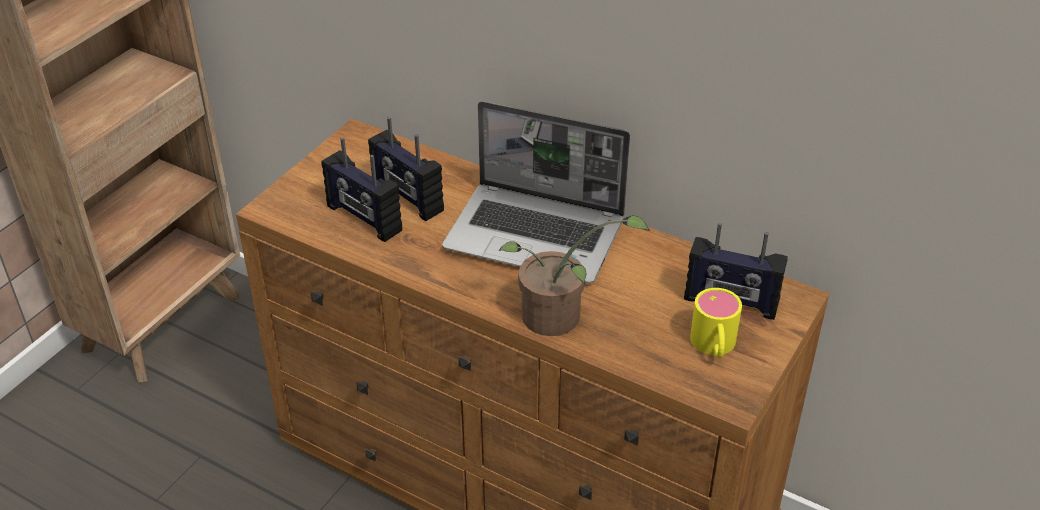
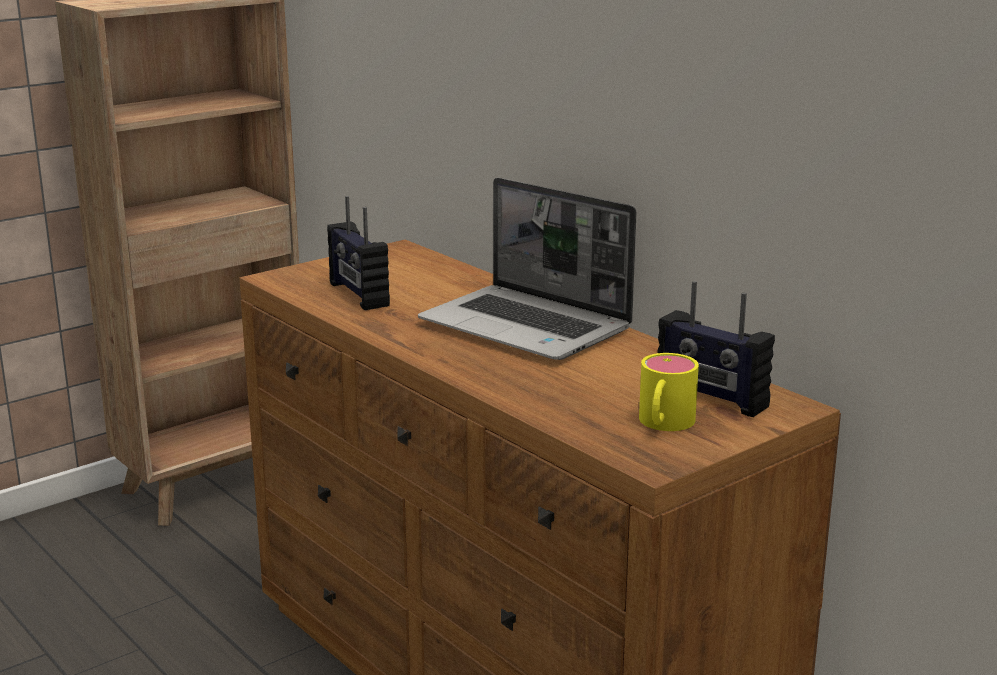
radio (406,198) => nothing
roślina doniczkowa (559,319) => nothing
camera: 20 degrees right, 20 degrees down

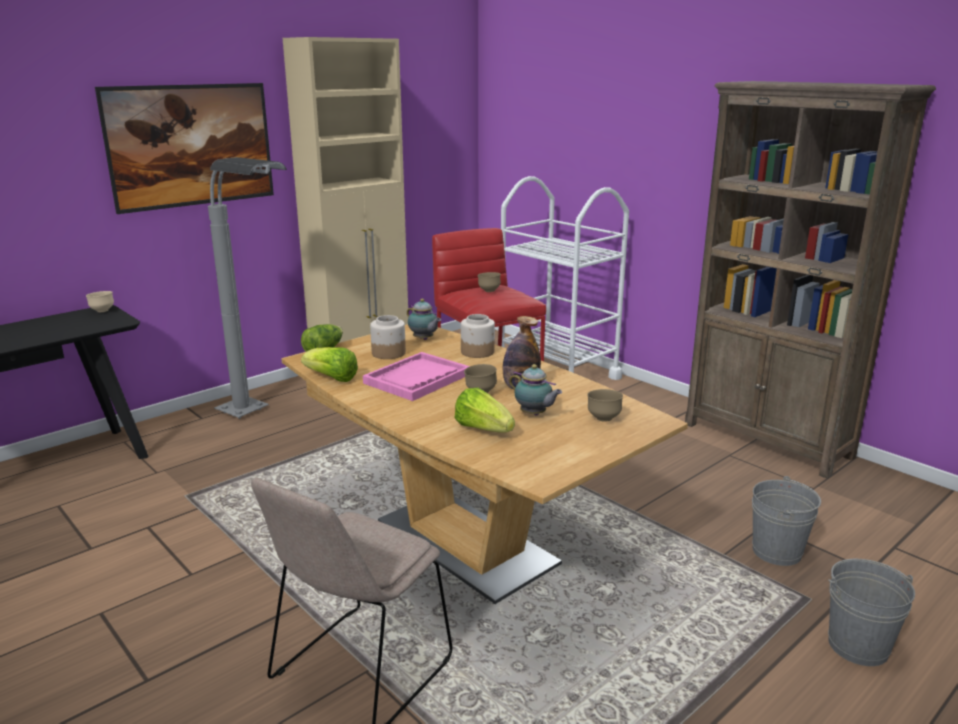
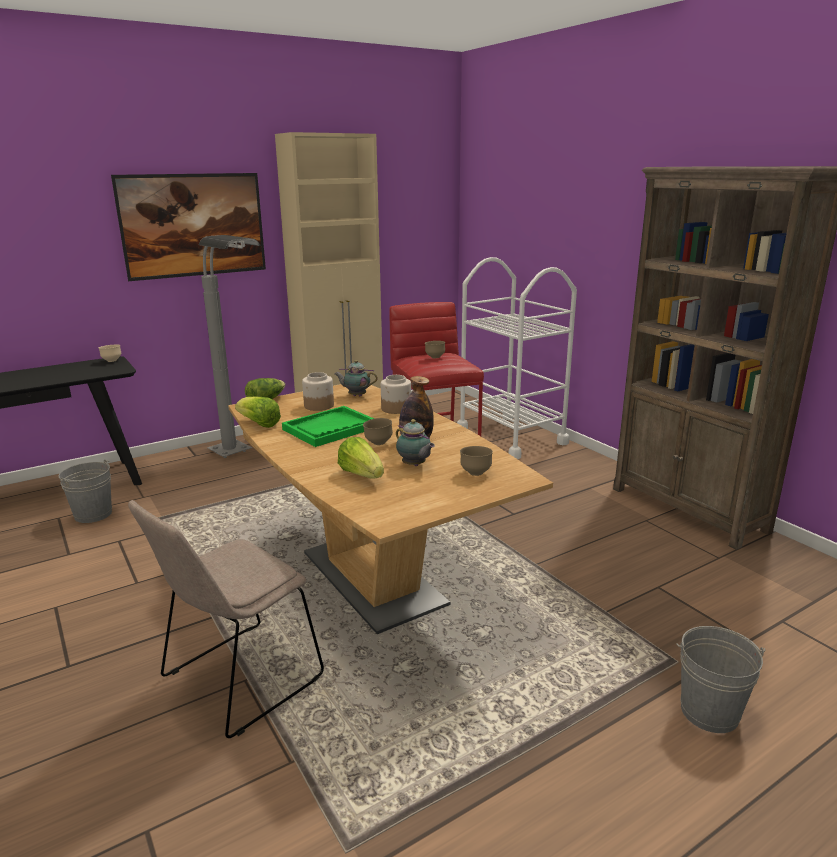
taca [różowy] (417,379) => taca [zielony] (330,428)
imbryk (424,339) => imbryk (356,396), 135 degrees clockwise
wiadro [szary] (776,551) => wiadro [szary] (93,514), relocated
camera: 10 degrees right, 0 degrees up

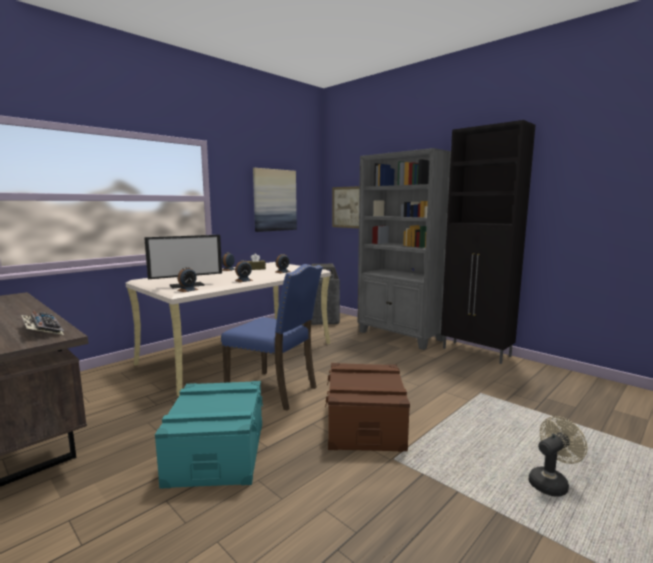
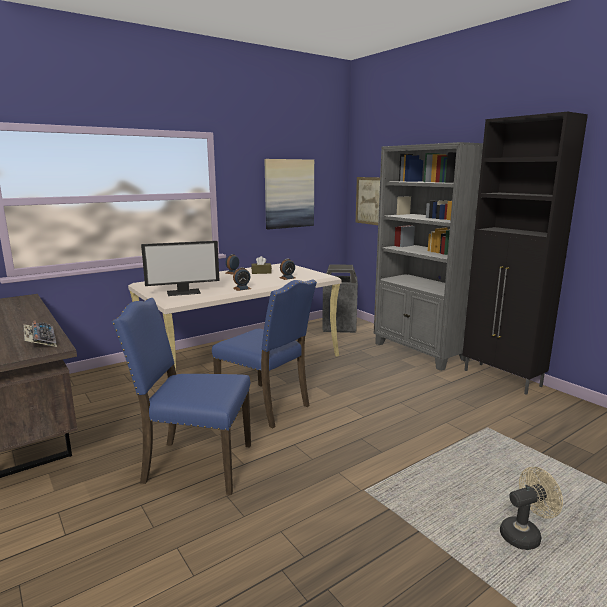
pojemnik do przechowywania [turkusowy] (217,452) => krzesło [niebieski] (195,464)
budzik (187,290) => nothing
pojemnik do przechowywania [brązowy] (365,424) => nothing
camera: 10 degrees right, 5 degrees up

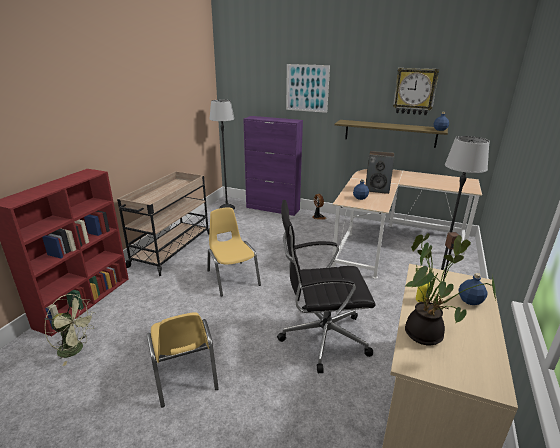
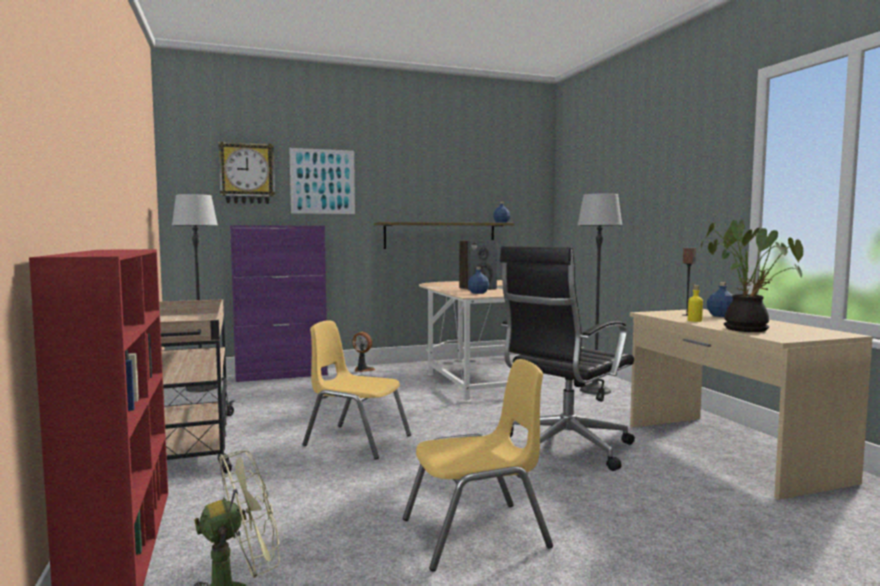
krzesło [żółty] (184,372) => krzesło [żółty] (476,534), 45 degrees counterclockwise
zegar ścienny (415,91) => zegar ścienny (247,173), relocated
camera: 40 degrees left, 20 degrees down

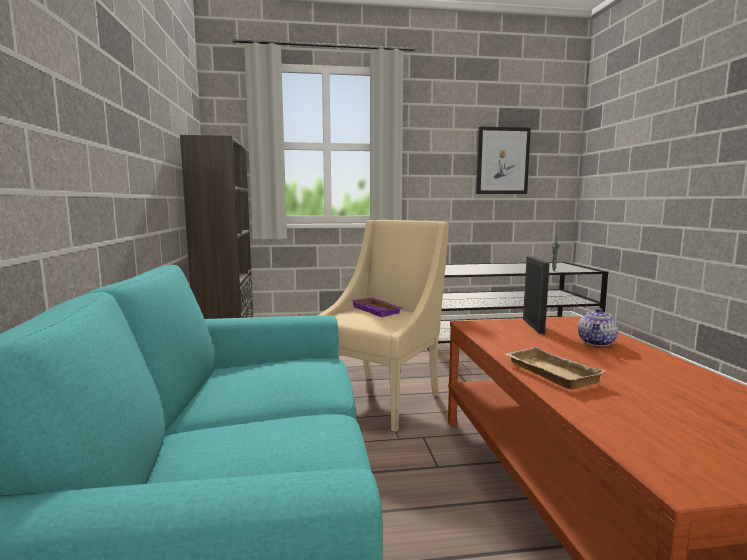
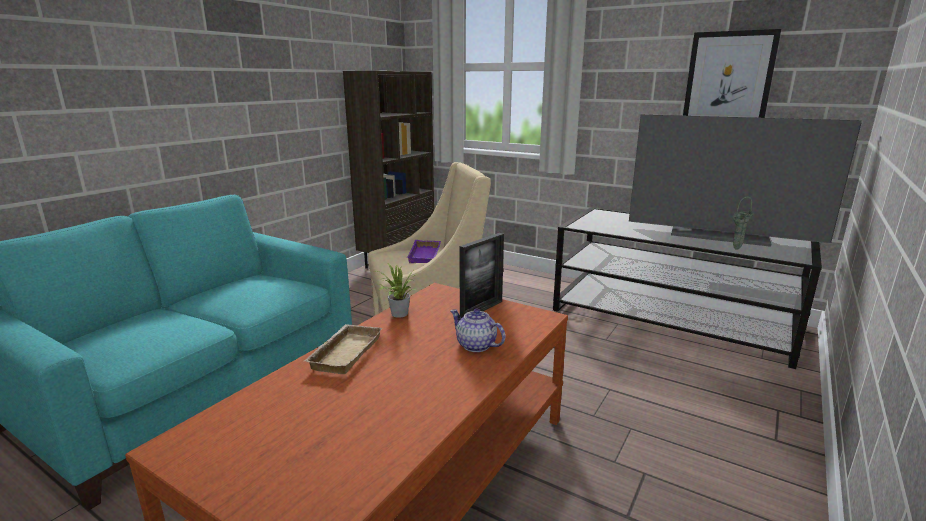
imbryk (597,342) => imbryk (475,345), 60 degrees clockwise
nothing => roślina doniczkowa (397,314)
nothing => telewizor (720,235)
camera: 40 degrees right, 10 degrees up

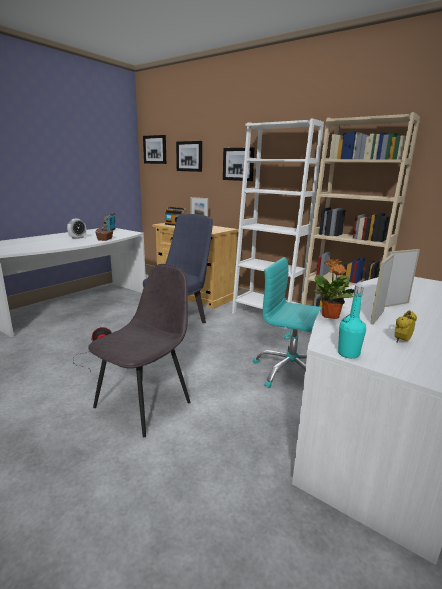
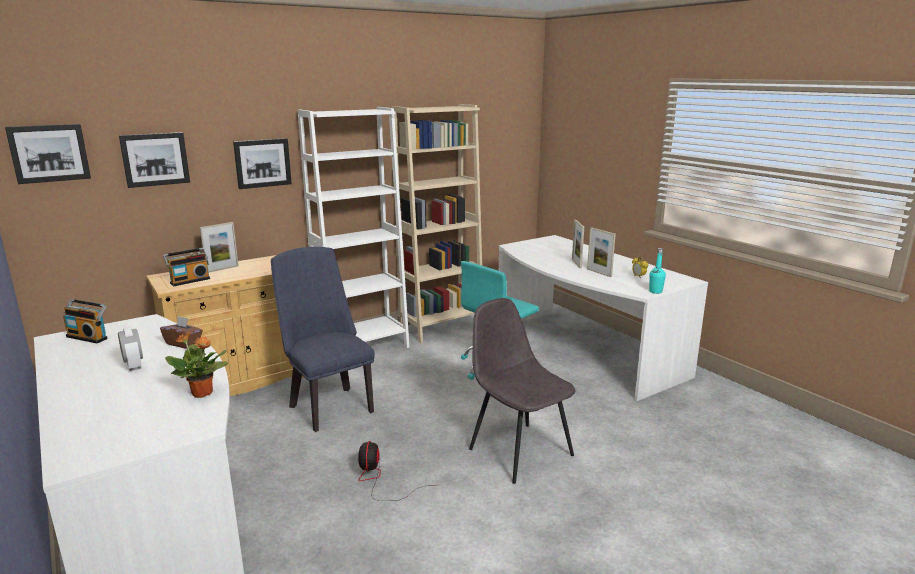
roślina doniczkowa (330,316) => roślina doniczkowa (203,393), relocated
camera: 70 degrees left, 0 degrees up

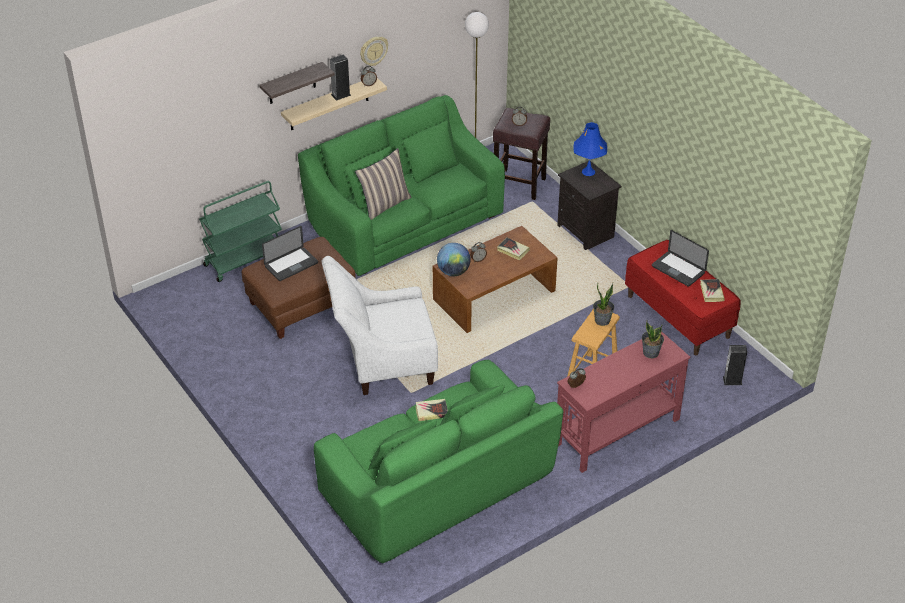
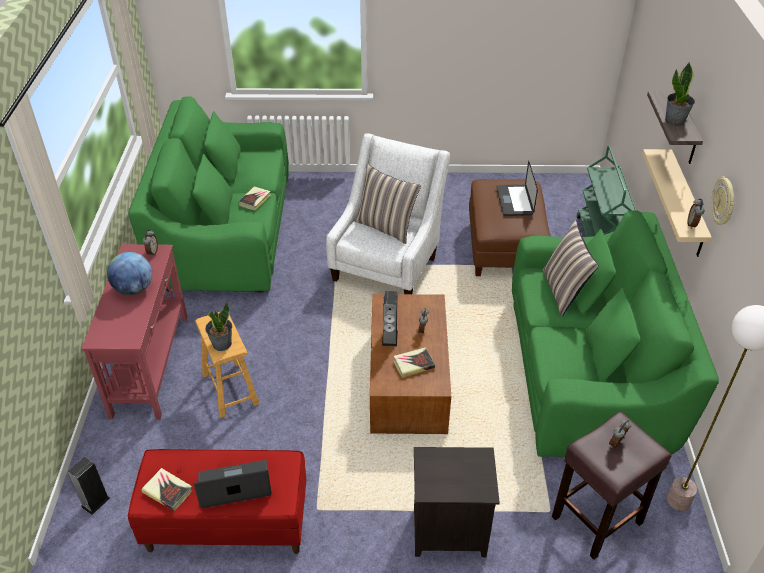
głośnik (341,95) => głośnik (389,338), relocated
globus (453,272) => globus (134,289), relocated
lampa stołowa [niebieski] (588,172) => nothing
roślina doniczkowa (650,352) => roślina doniczkowa (675,121), relocated
nothing => poduszka (386,227)
camera: 125 degrees right, 0 degrees up

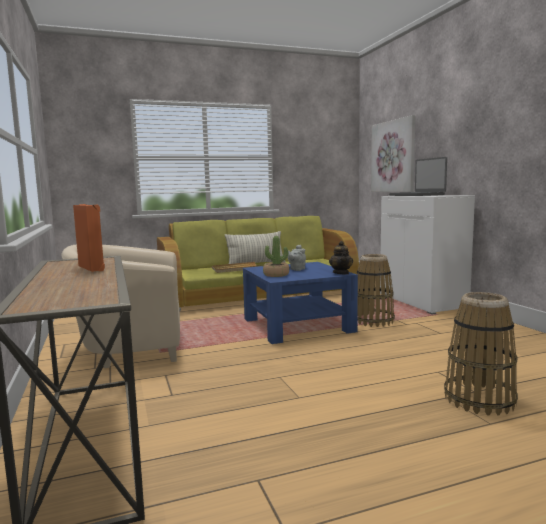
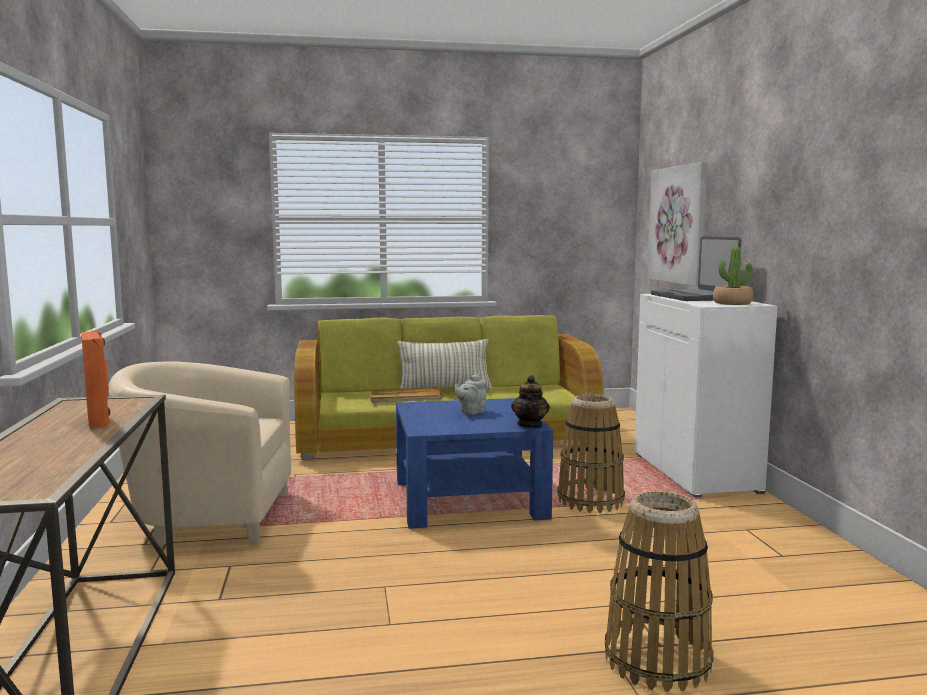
roślina doniczkowa (276,275) => roślina doniczkowa (732,303), relocated
camera: 10 degrees right, 0 degrees up

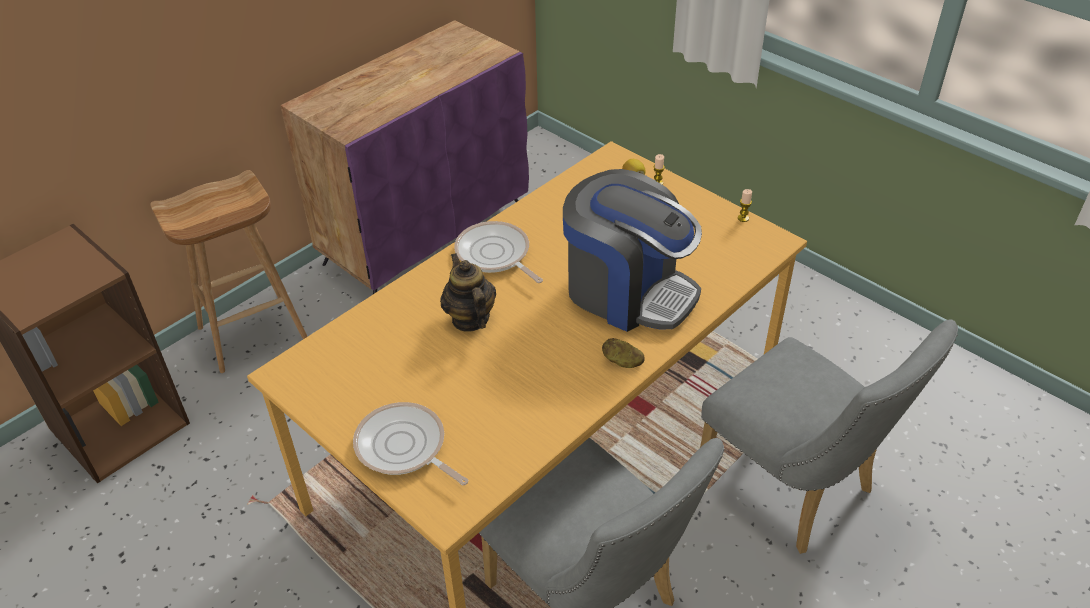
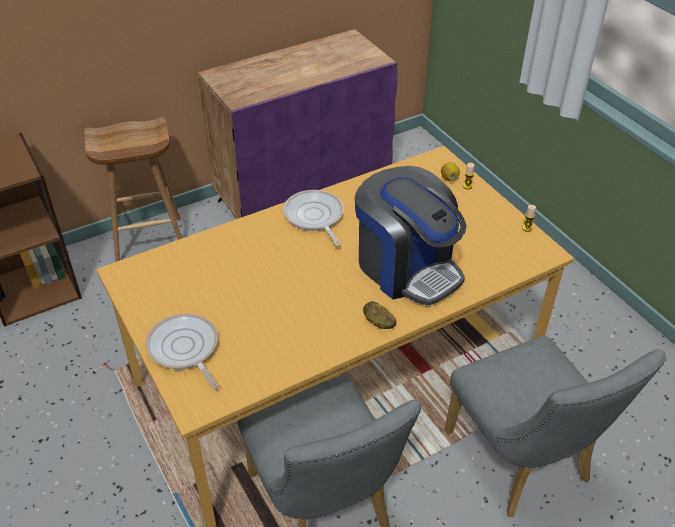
imbryk (470,319) => nothing
camera: 15 degrees right, 0 degrees up

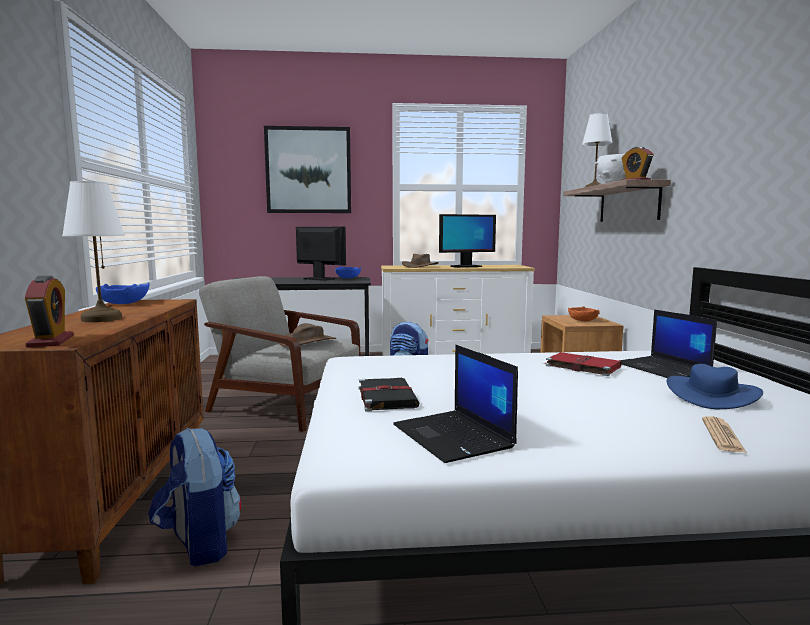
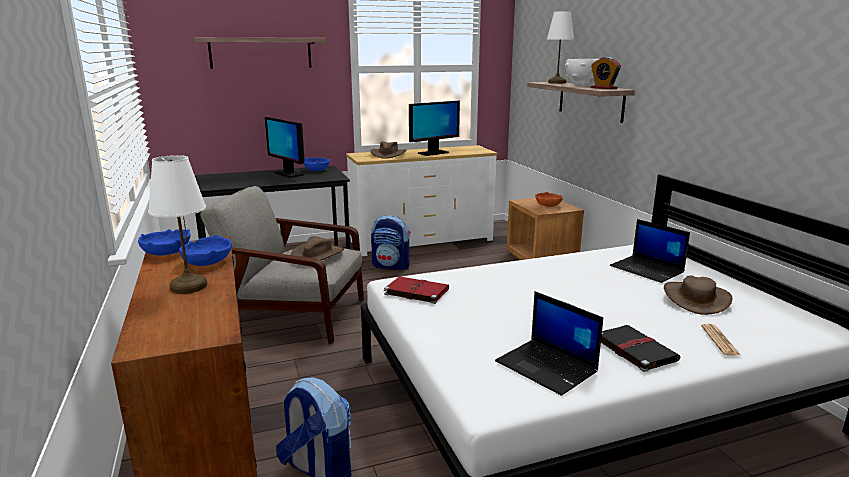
budzik (51,341) => nothing
obraz (308,170) => półka (261,53)
monitor (319,279) => monitor (288,174), 150 degrees counterclockwise
książka [czarny] (386,396) => książka [czarny] (634,349), relocated
książka [czerwony] (581,366) => książka [czerwony] (415,291), relocated
kapelusz [niebieski] (712,395) => kapelusz [brązowy] (696,298)
nothing => miska [niebieski] (207,262)
camera: 15 degrees left, 10 degrees up

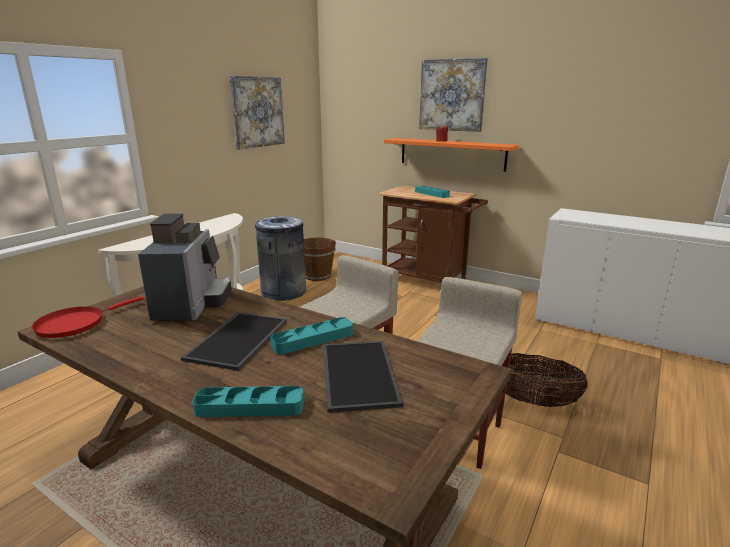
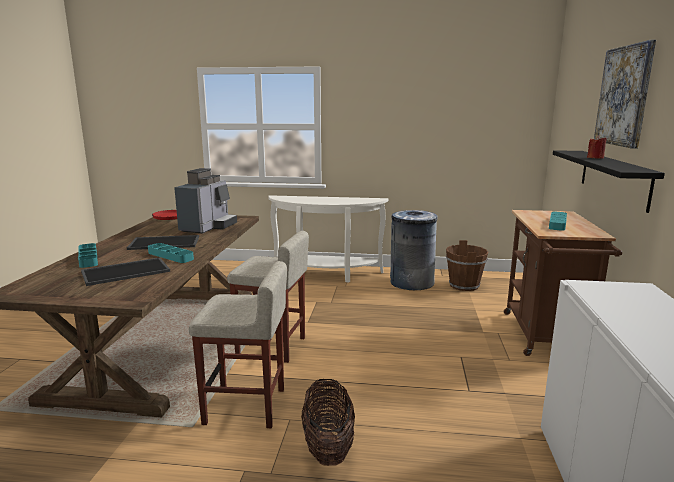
ekspres do kawy (192,304) => ekspres do kawy (208,227), 45 degrees counterclockwise
obraz (257,112) => nothing
półka [pomarańczowy] (451,154) => półka [czarny] (613,178)
camera: 65 degrees right, 5 degrees down

